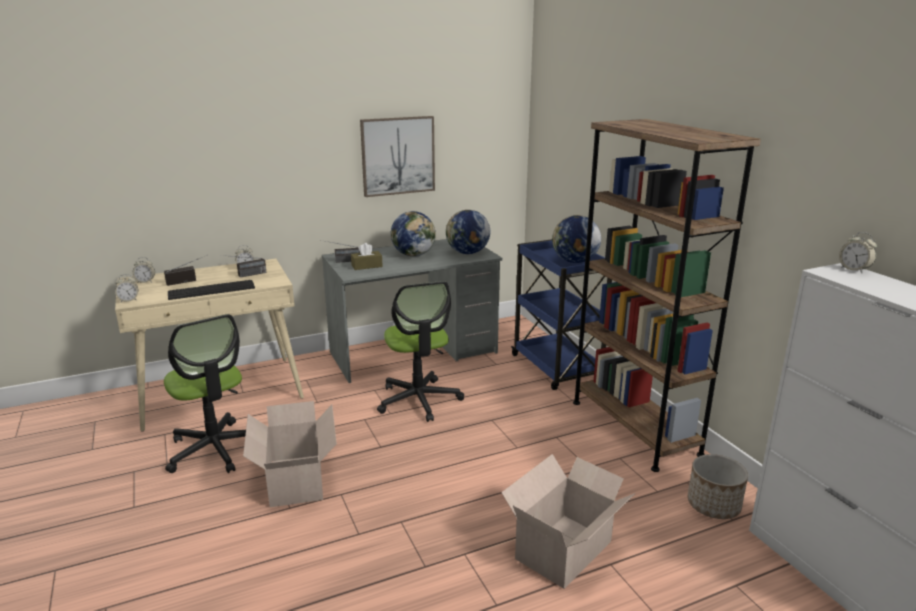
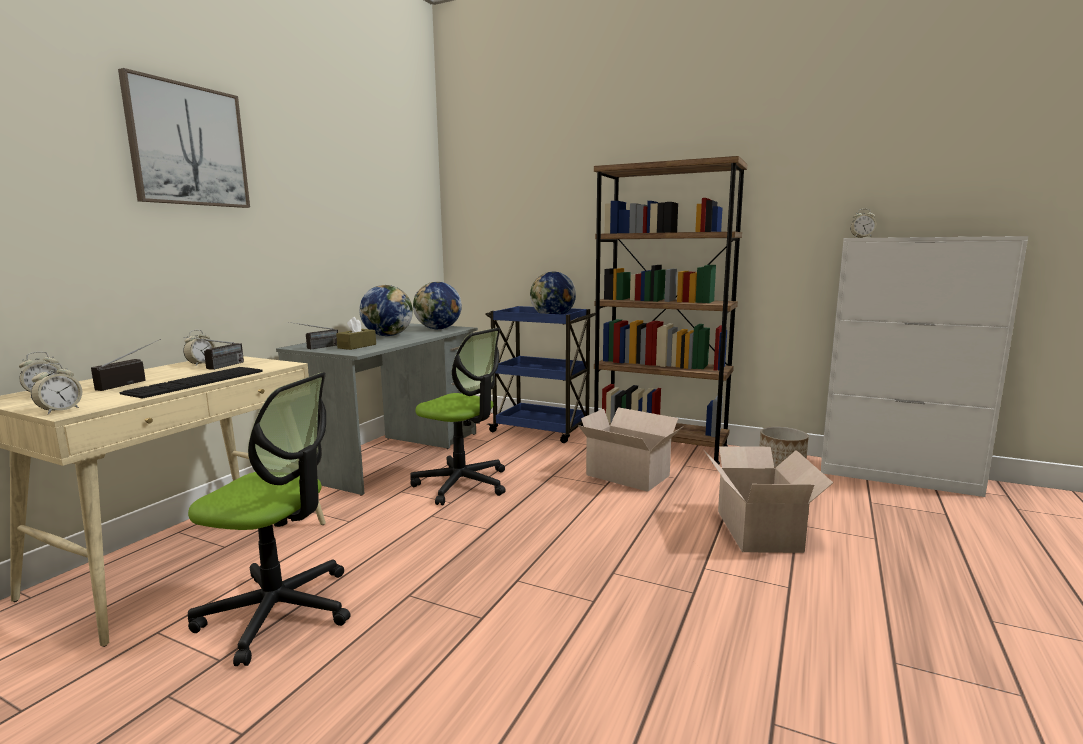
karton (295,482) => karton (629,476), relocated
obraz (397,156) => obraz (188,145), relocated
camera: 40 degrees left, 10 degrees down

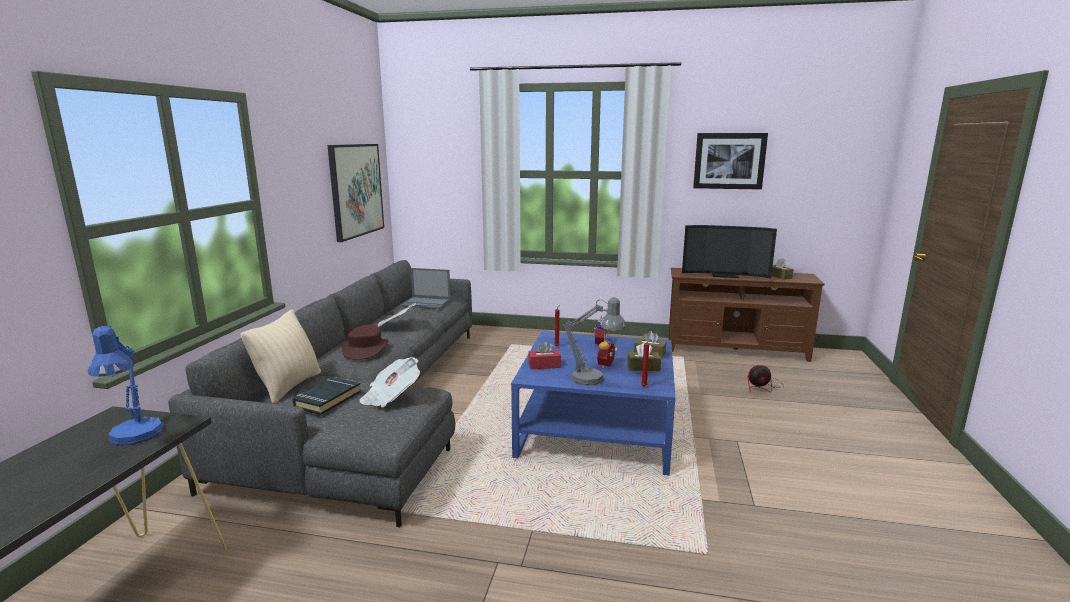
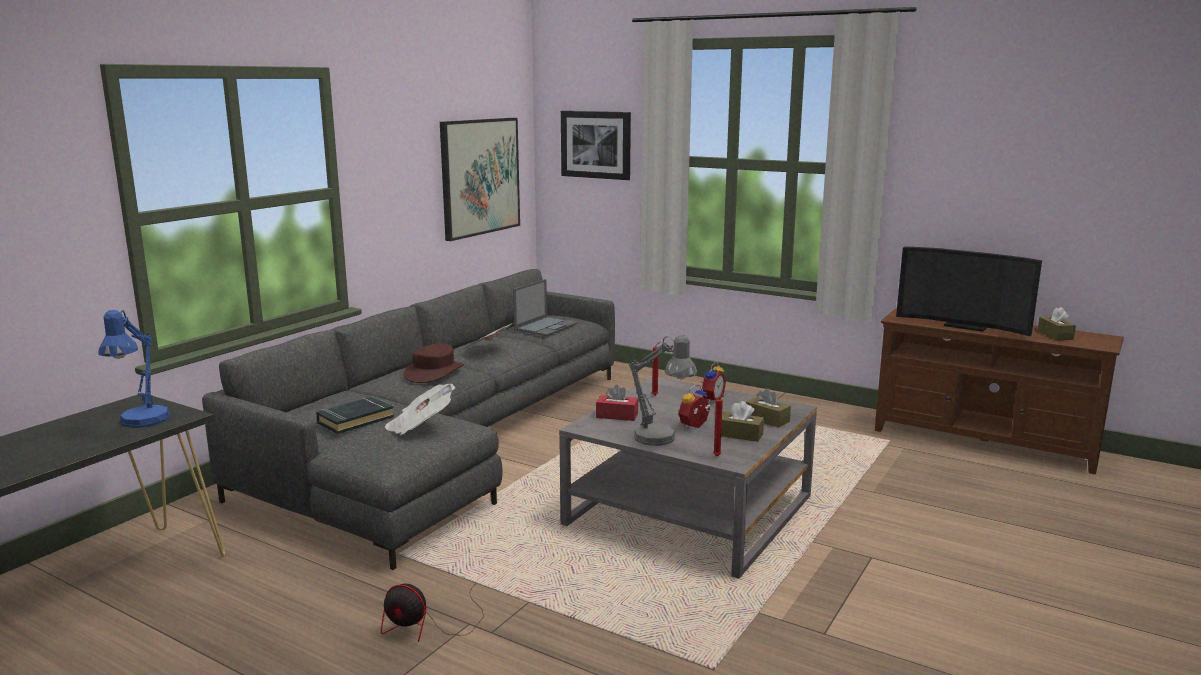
poduszka [beżowy] (289,386) => nothing
laptop (426,303) => laptop (546,326), 90 degrees counterclockwise
ława [niebieski] (596,429) => ława [szary] (689,510)
obraz (729,161) => obraz (596,144), relocated
wentylator (762,386) => wentylator (429,625), relocated
camera: 20 degrees right, 0 degrees up

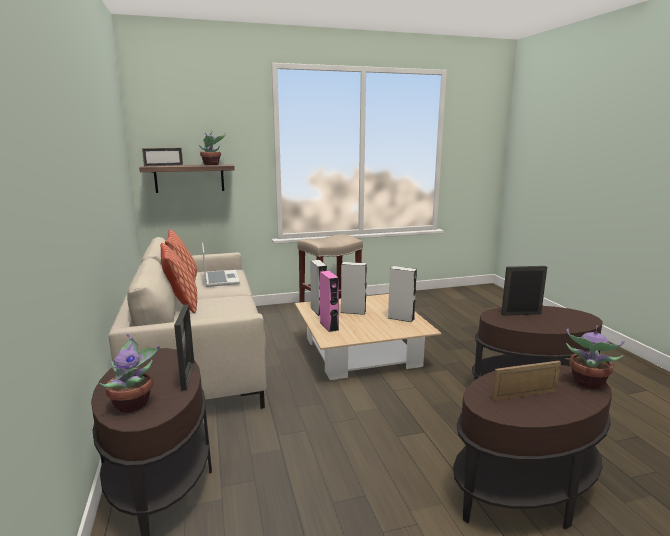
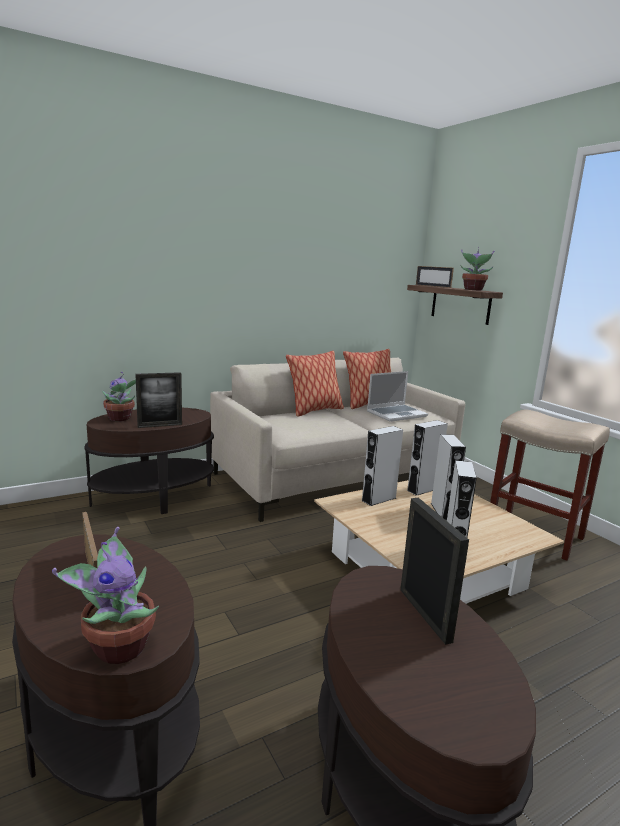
głośnik [różowy] (329,326) => głośnik [szary] (379,499)
camera: 75 degrees right, 0 degrees up

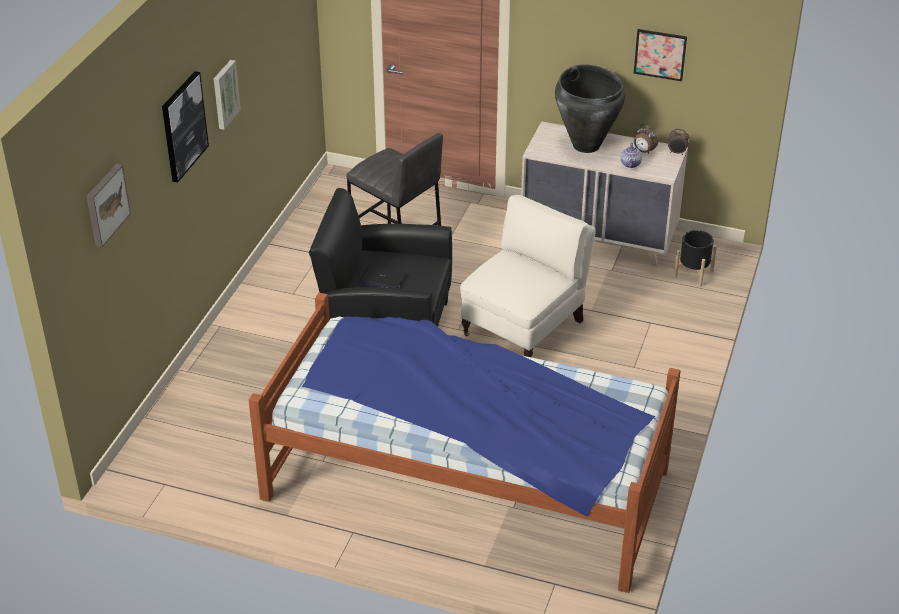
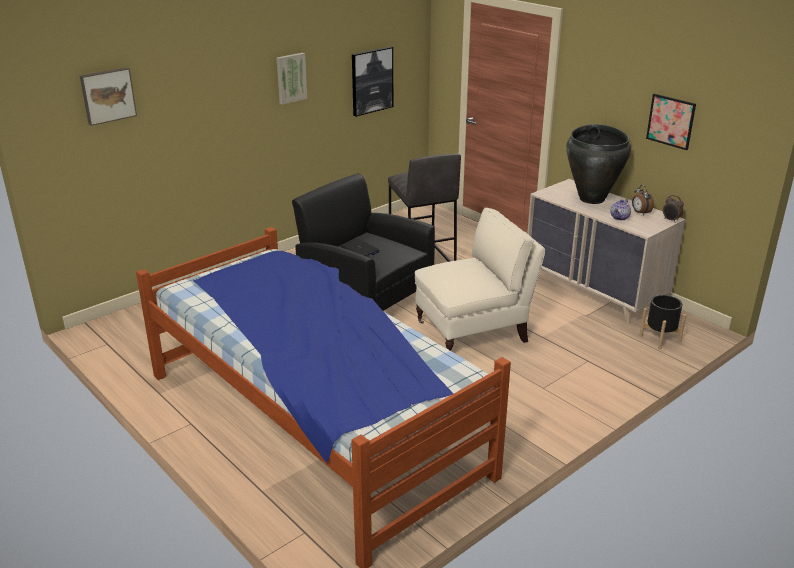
obraz (183,126) => obraz (371,81), relocated
camera: 30 degrees right, 10 degrees down

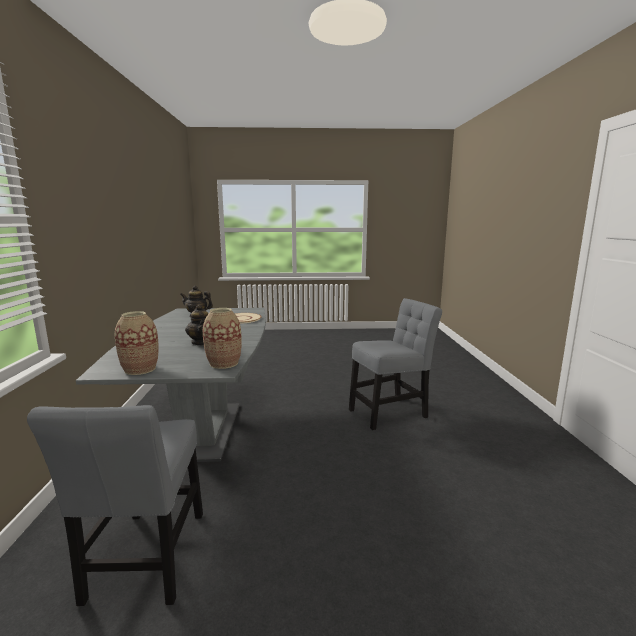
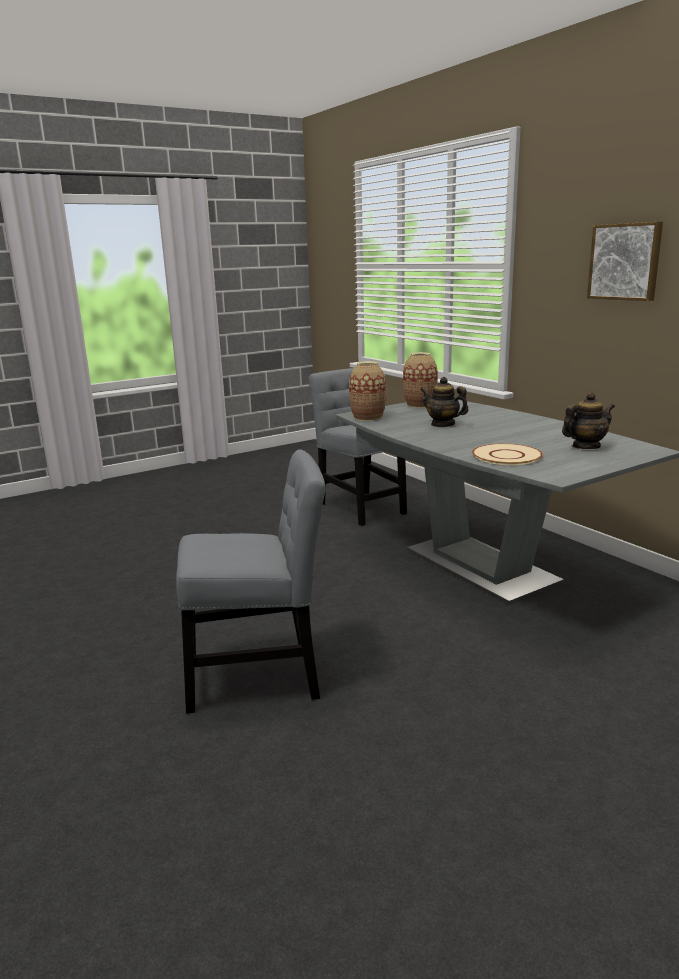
krzesło [szary] (390,412) => krzesło [szary] (260,677), 135 degrees counterclockwise
nothing => obraz (625,262)
camera: 150 degrees right, 5 degrees up

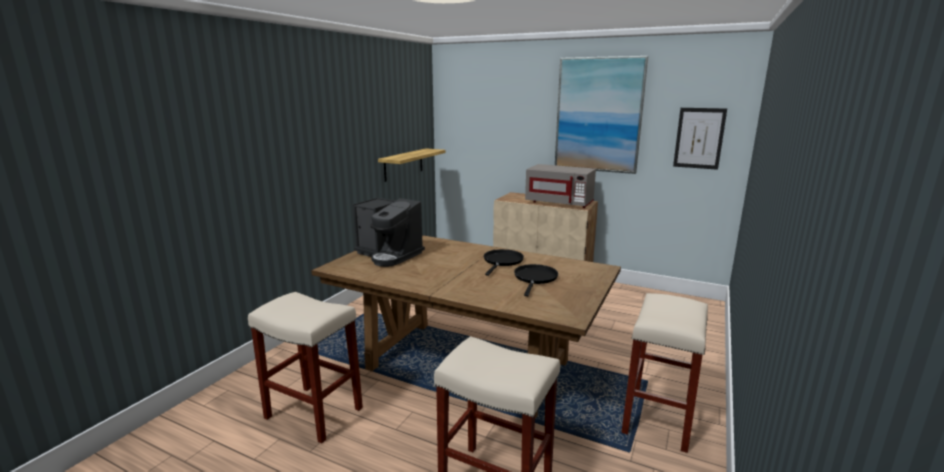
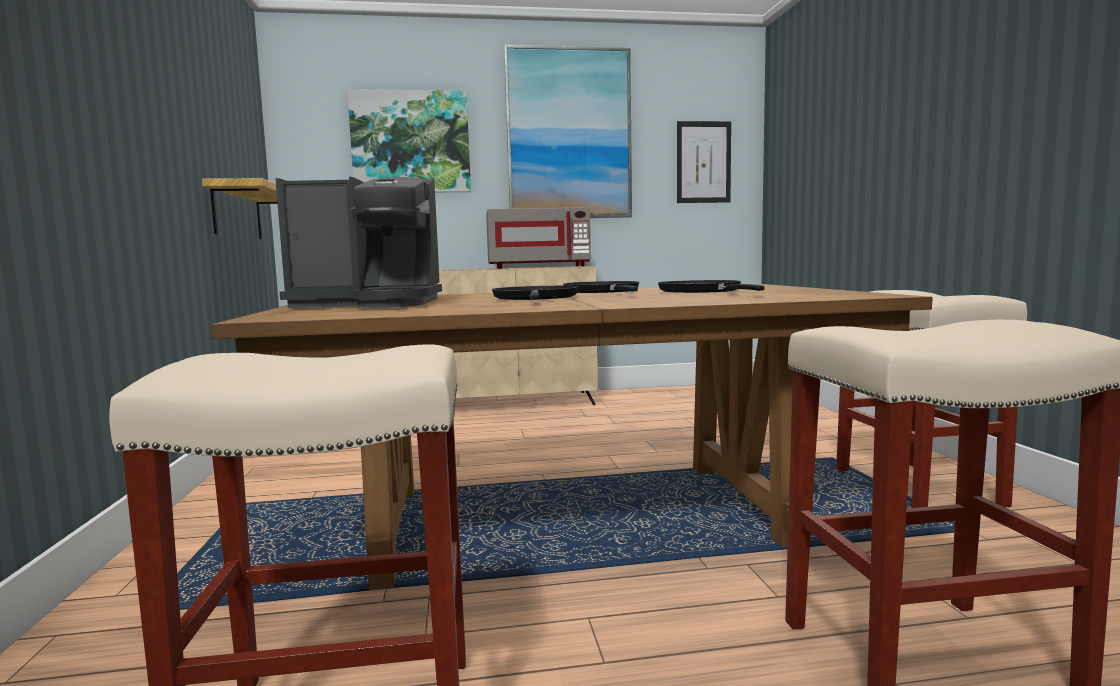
nothing => obraz (411,142)
nothing => patelnia [czarny] (535,299)
camera: 35 degrees left, 10 degrees down

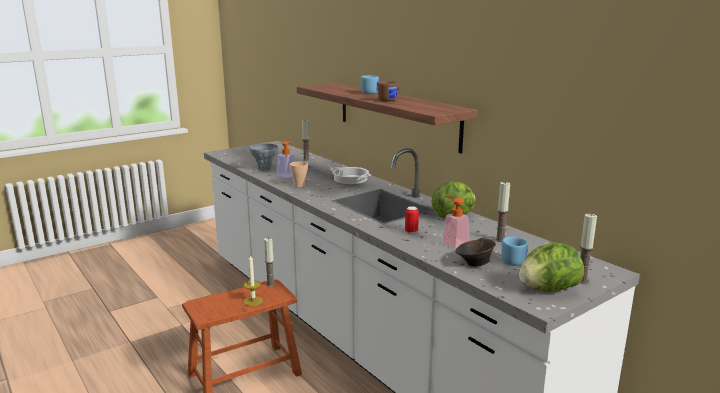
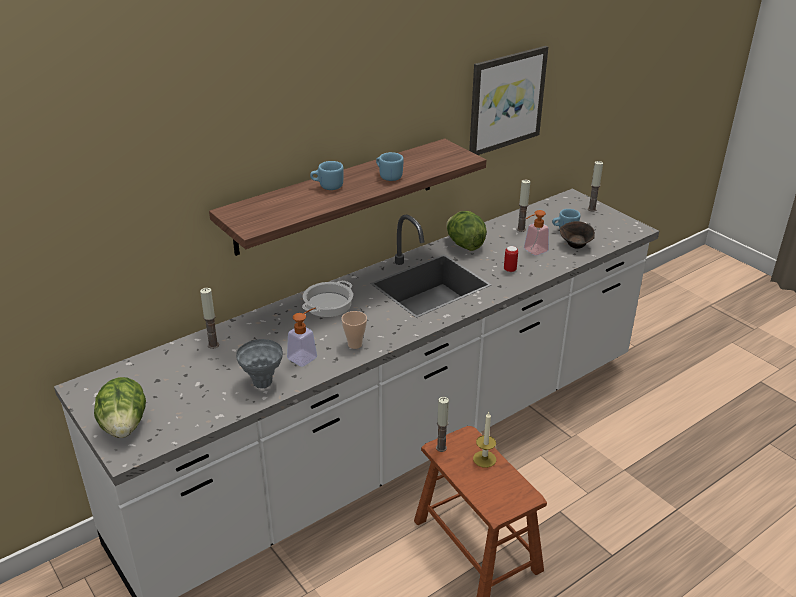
kubek [brązowy] (389,100) => kubek [niebieski] (388,176)
sałata (548,289) => sałata (124,426), relocated
nothing => obraz (506,100)
camera: 90 degrees left, 15 degrees up

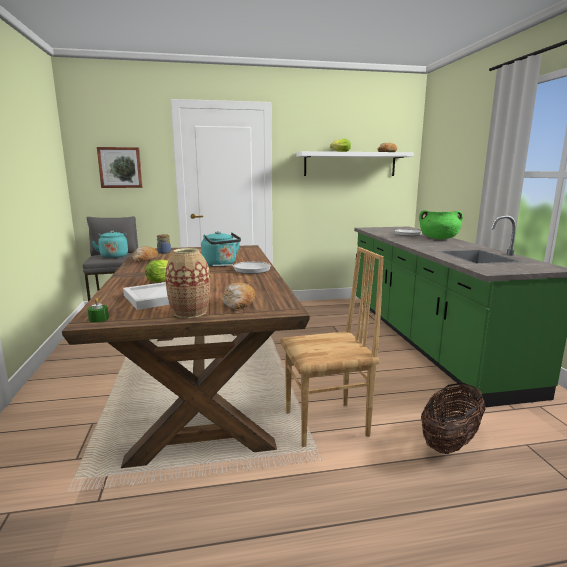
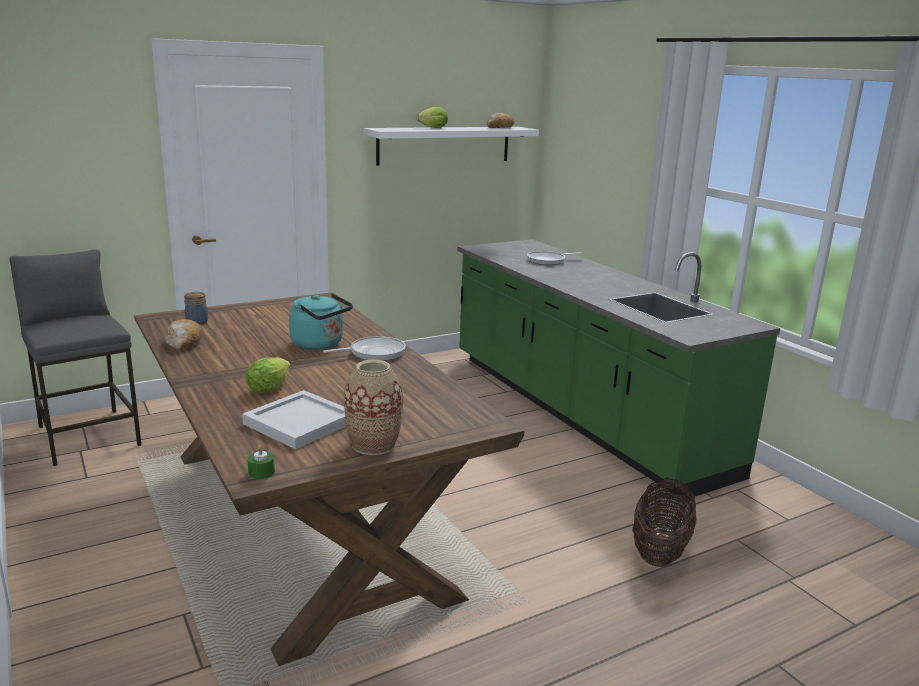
czajnik [turkusowy] (114,256) => nothing
obraz (120,167) => nothing
chleb (239,303) => nothing
krzesło [brązowy] (327,424) => nothing
garnek [zielony] (438,238) => nothing
camera: 20 degrees left, 5 degrees up

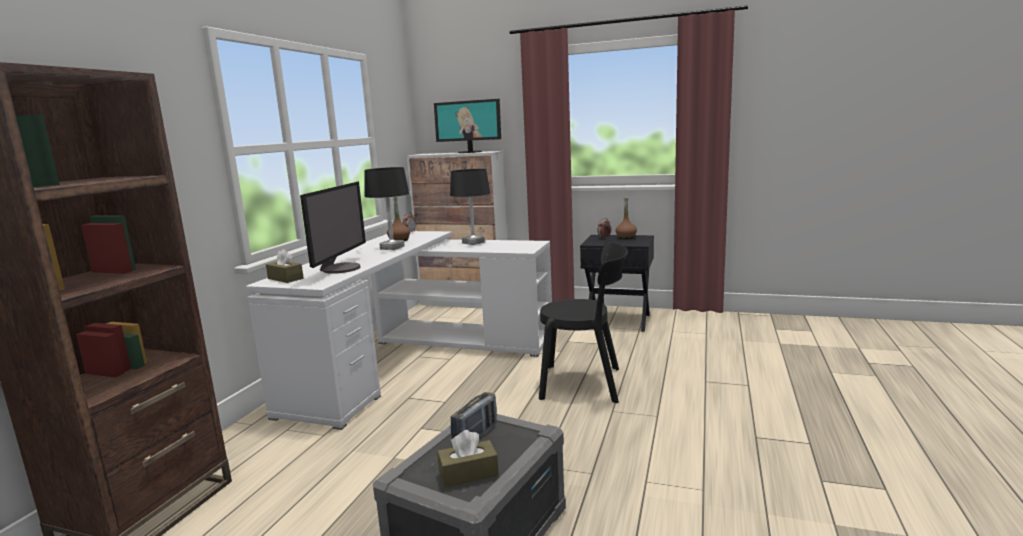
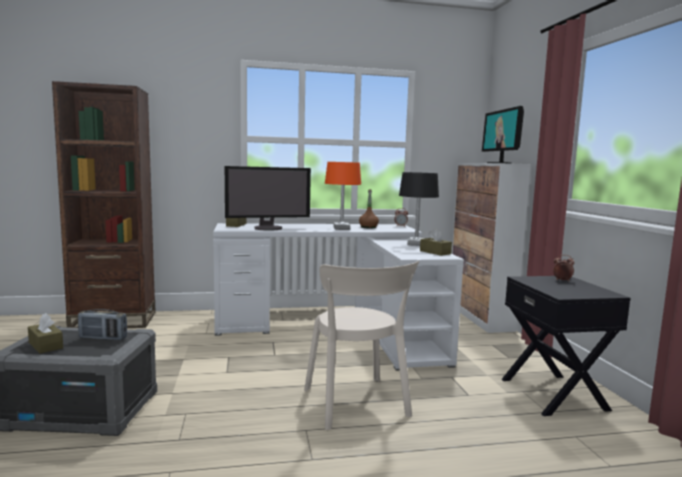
lampa stołowa [czarny] (392,247) => lampa stołowa [pomarańczowy] (341,228)
krzesło [czarny] (586,383) => krzesło [beżowy] (357,405)
butelka [brązowy] (626,237) => nothing
nothing => pudełko chusteczek [brązowy] (435,252)
camera: 60 degrees right, 5 degrees down

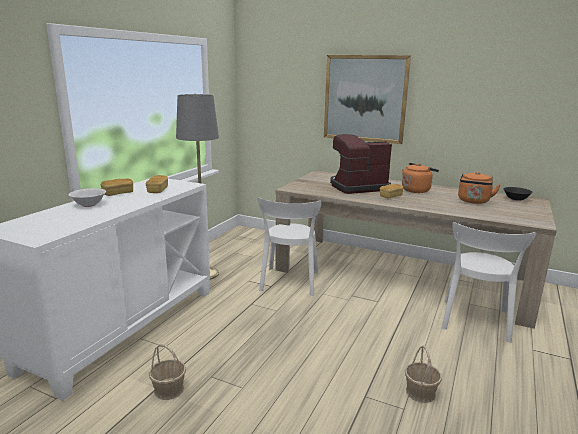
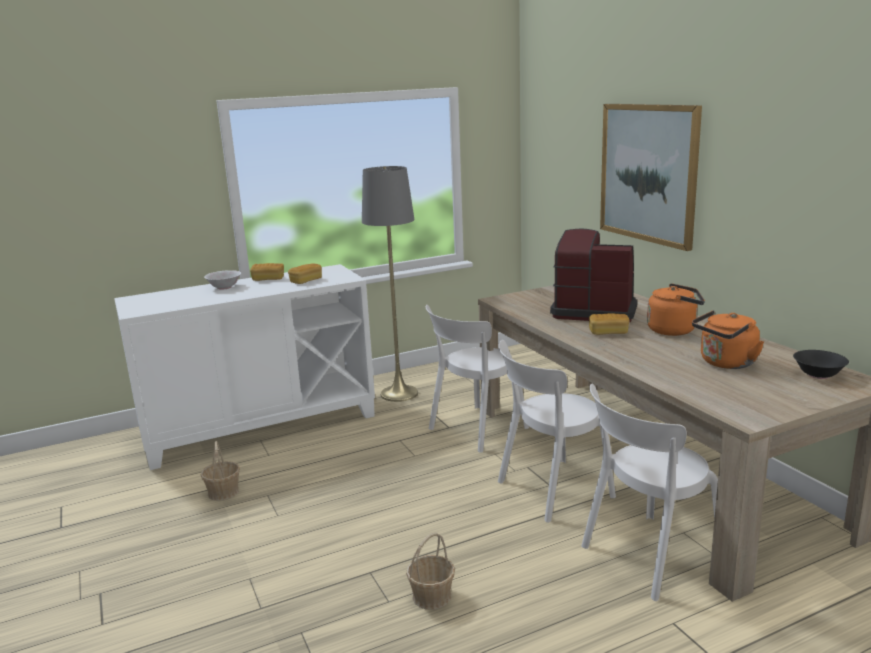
nothing => krzesło [biały] (550,490)
camera: 40 degrees right, 0 degrees up

